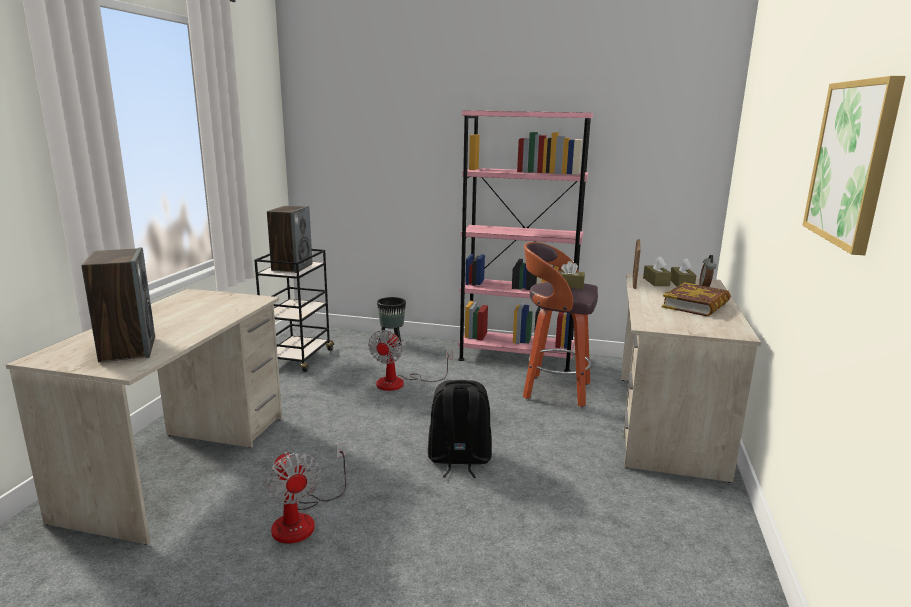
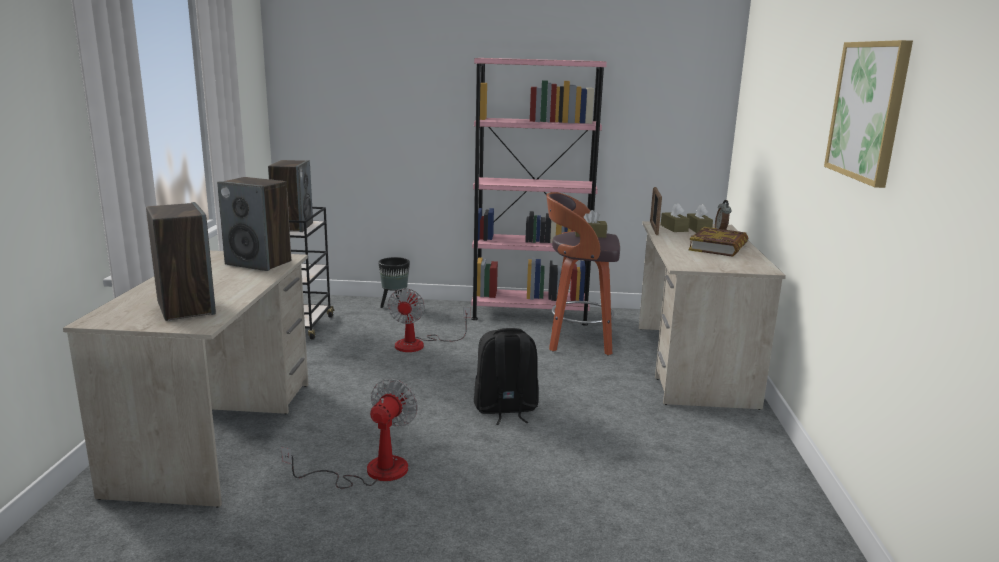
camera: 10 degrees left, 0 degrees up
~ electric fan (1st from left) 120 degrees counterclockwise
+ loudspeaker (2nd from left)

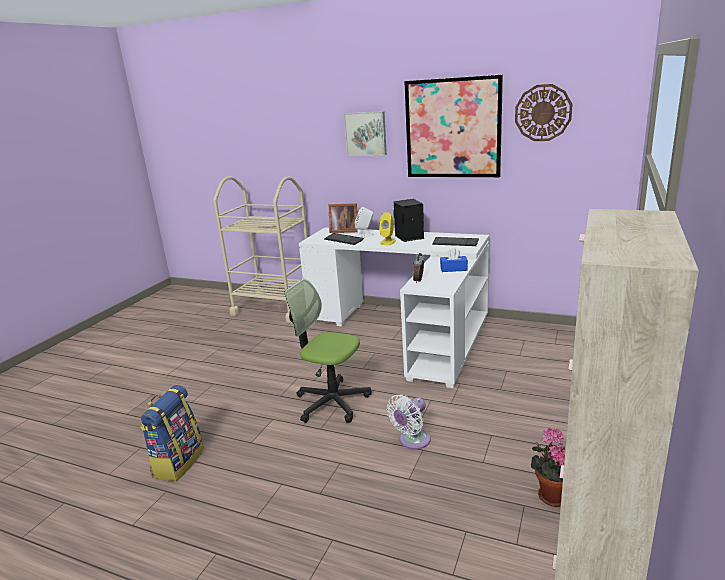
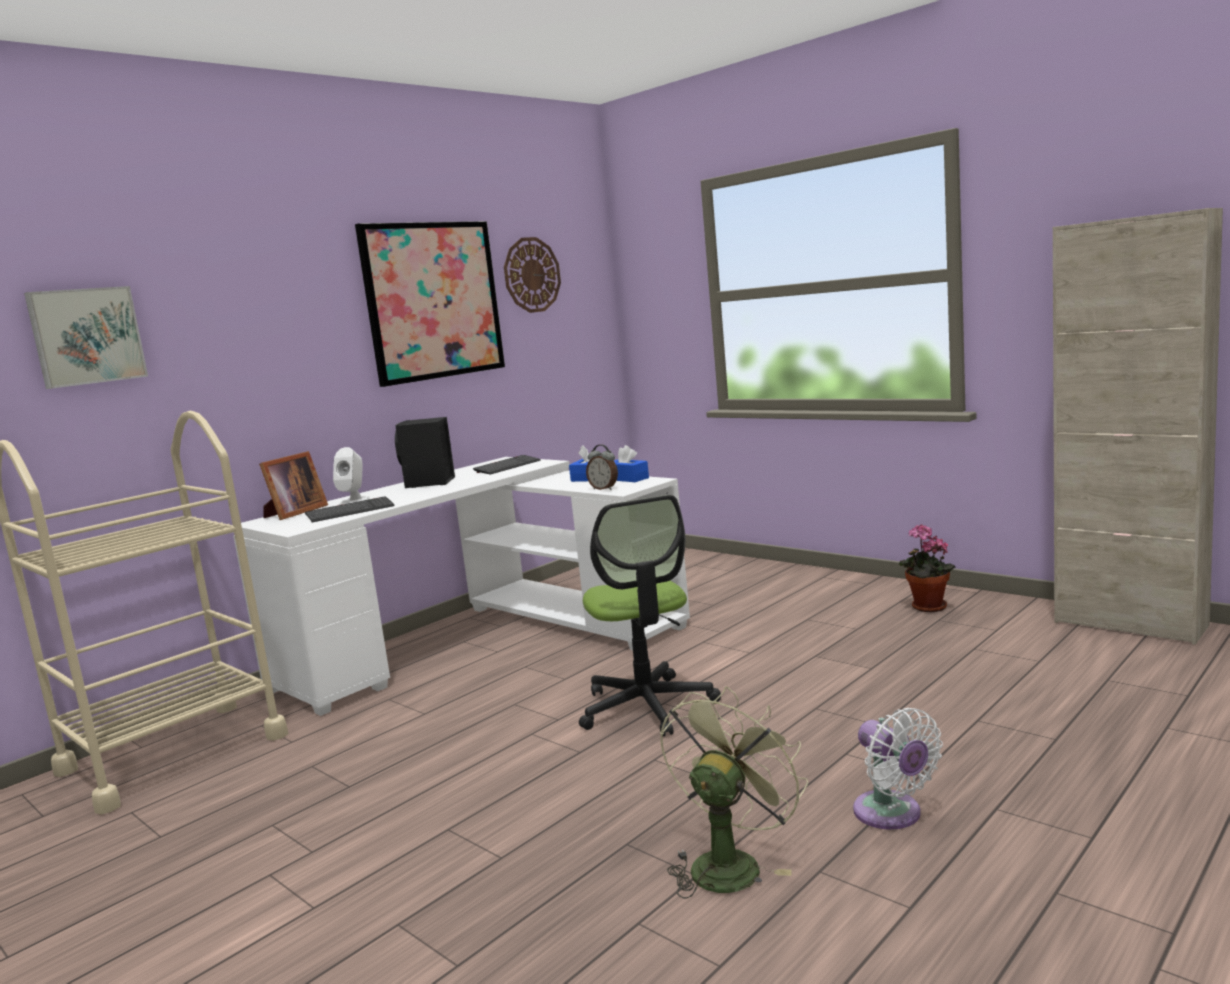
camera: 70 degrees left, 10 degrees down
~ backpack to green electric fan
~ desk chair 60 degrees counterclockwise
~ wall picture (1st from left)
- yellowish loudspeaker
~ whitish electric fan
+ blue-coloured box of tissues (2nd from left)

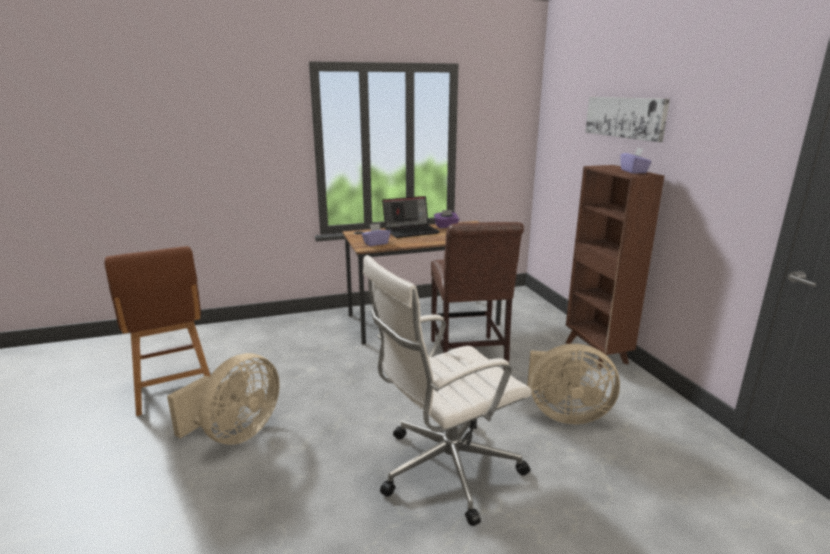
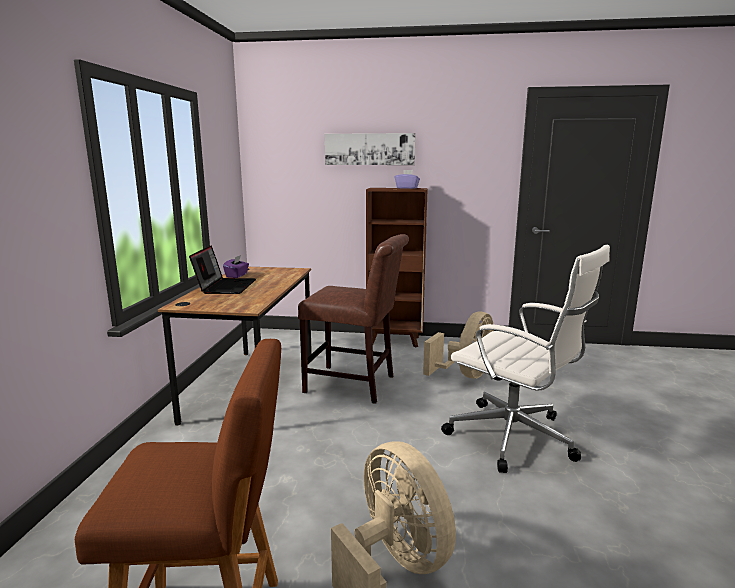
camera: 65 degrees left, 5 degrees down
- purplish box of tissues (1st from left)
~ whitish desk chair 45 degrees counterclockwise

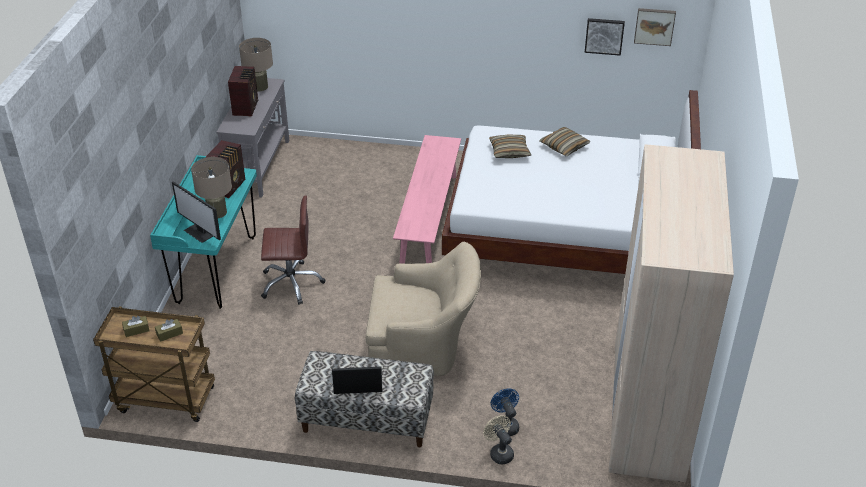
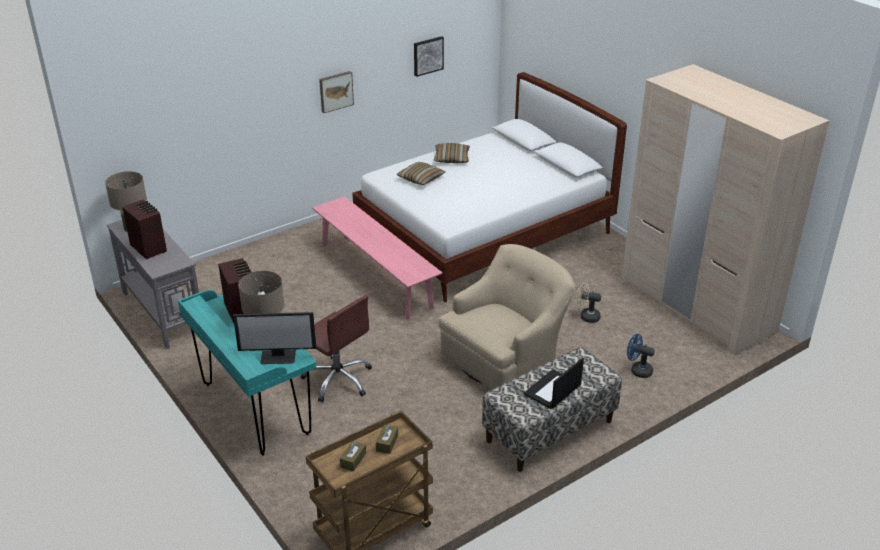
camera: 45 degrees left, 5 degrees down
~ brownish desk chair 90 degrees clockwise
~ beige-coloured electric fan
~ wall picture (2nd from left in the first image) to wall picture (1st from left)

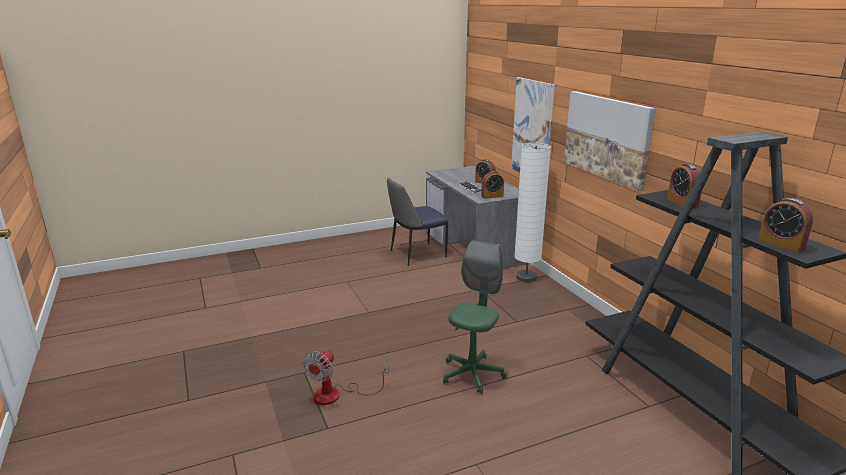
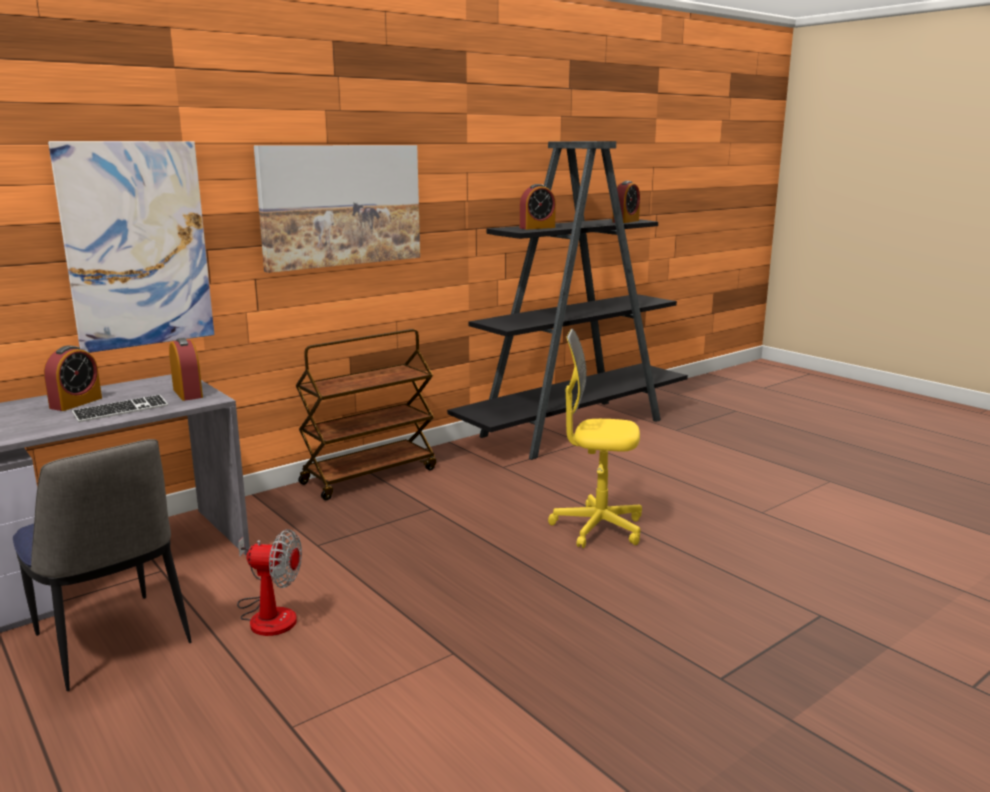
camera: 105 degrees left, 5 degrees down
~ electric fan
~ green desk chair to yellowish desk chair
- whitish standard lamp
+ brownish trolley

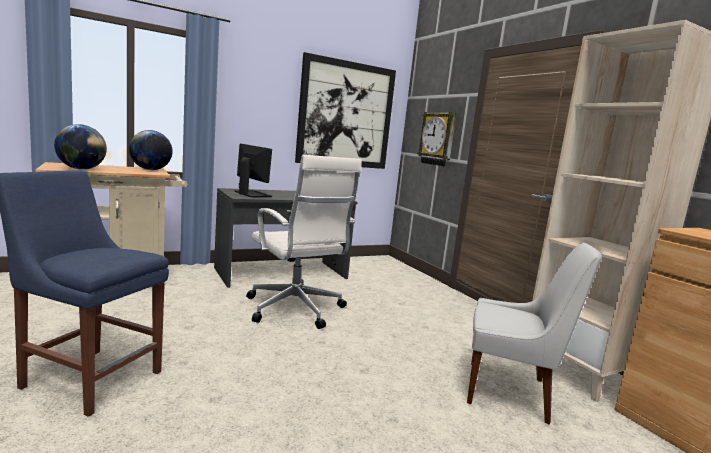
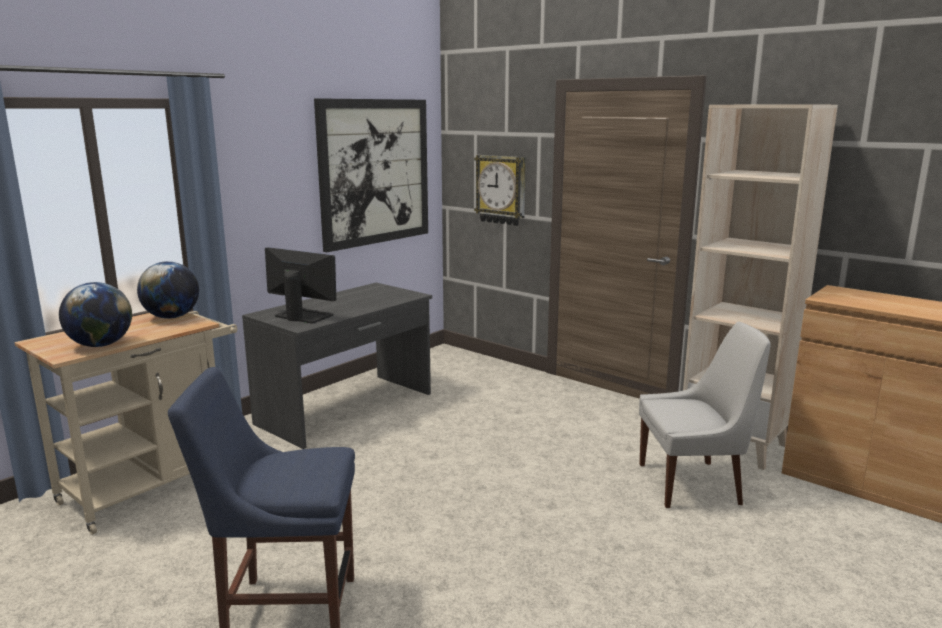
camera: 20 degrees left, 5 degrees up
- whitish desk chair

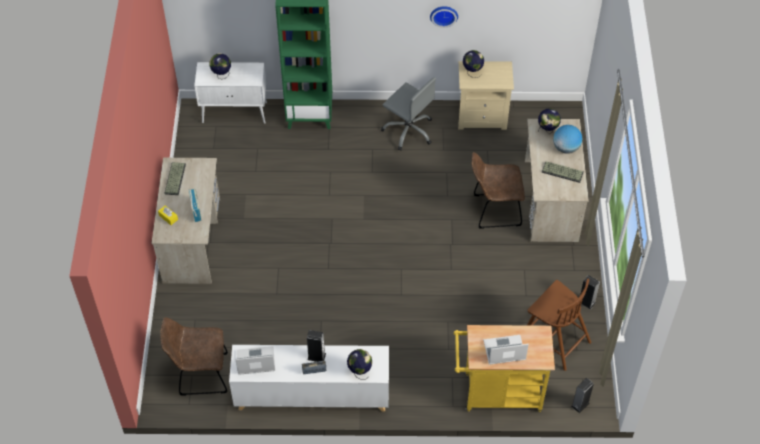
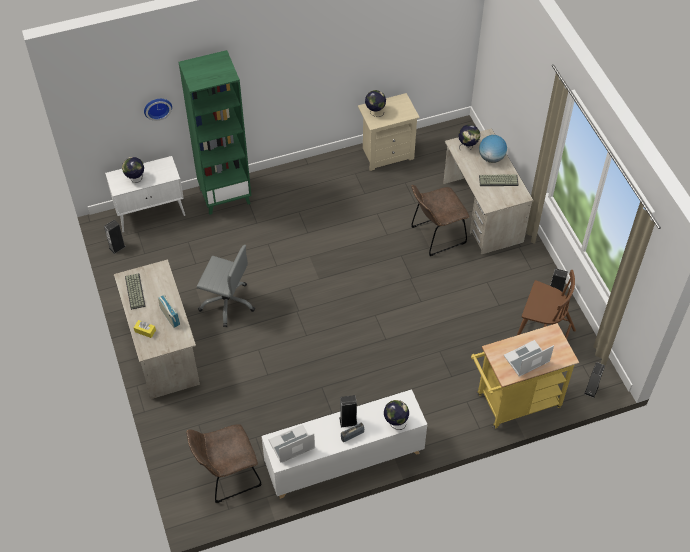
camera: 20 degrees left, 0 degrees up
~ greyish desk chair
~ wall clock
+ loudspeaker (1st from left)

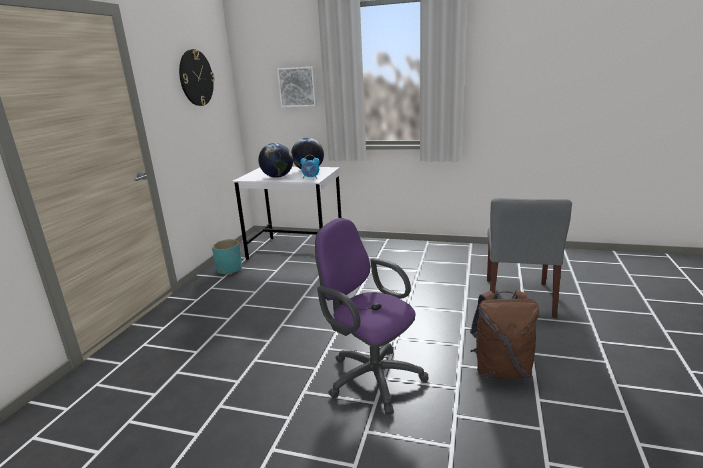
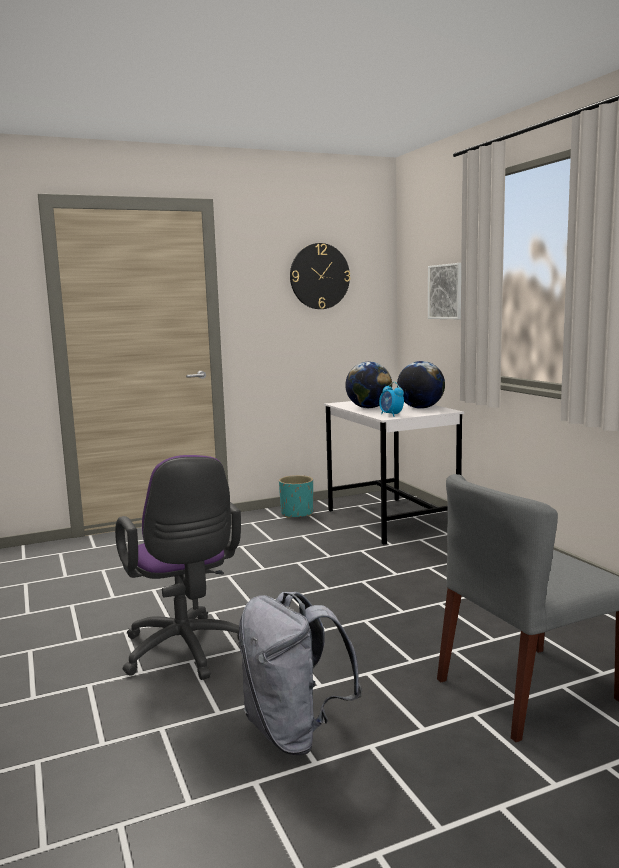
camera: 50 degrees right, 10 degrees down
~ purplish desk chair 150 degrees clockwise
~ brownish backpack to greyish backpack

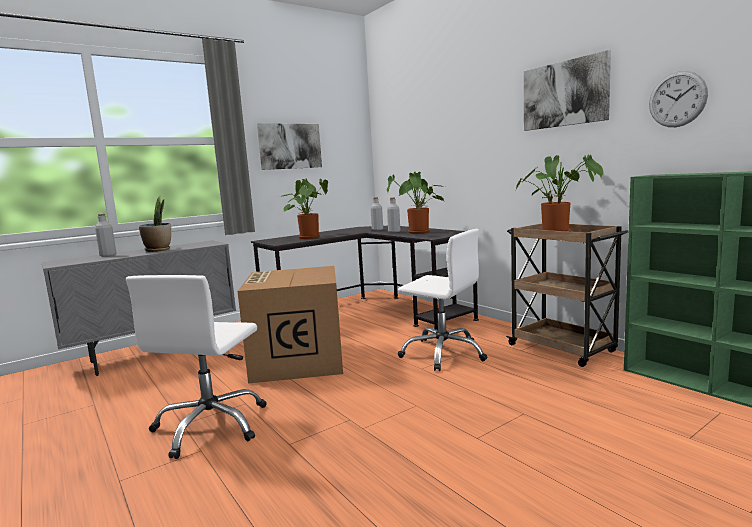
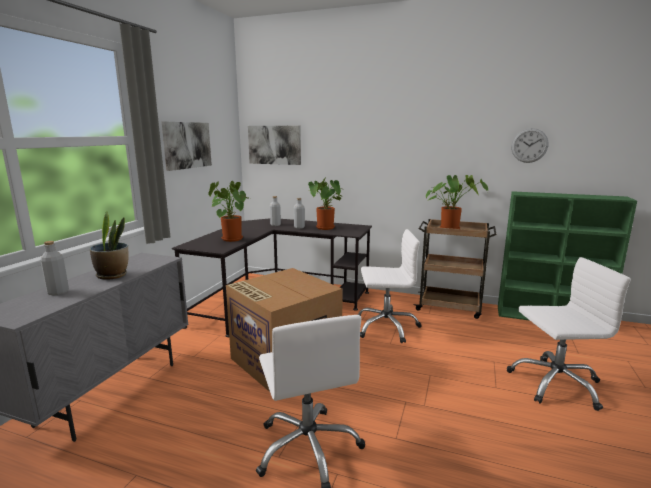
camera: 35 degrees left, 5 degrees up
~ wall picture (2nd from left)
+ whitish desk chair (3rd from left)

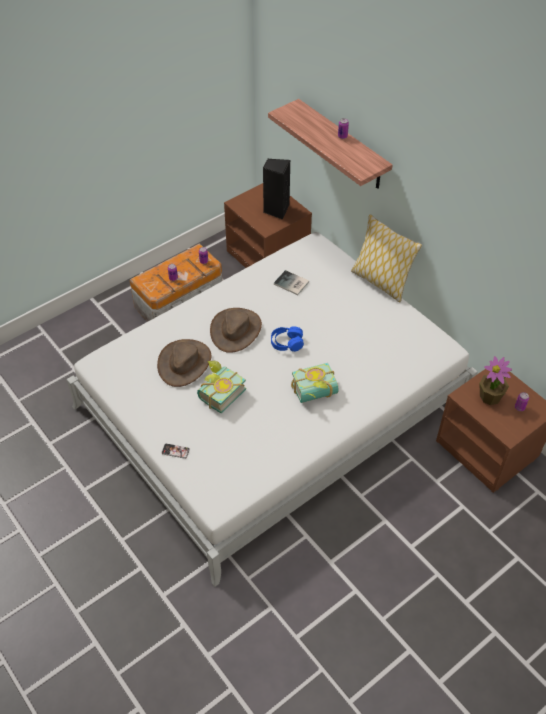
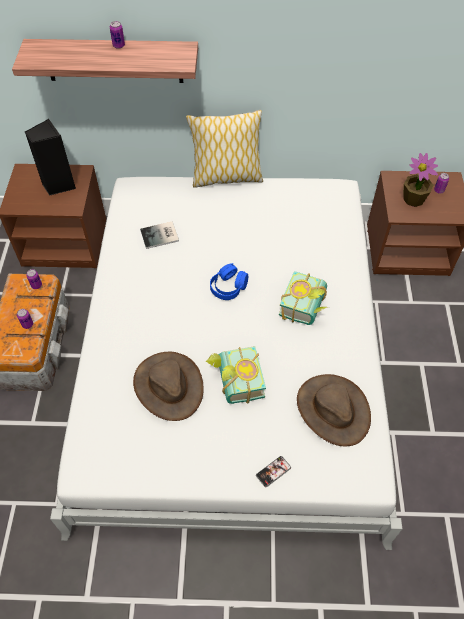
camera: 50 degrees left, 5 degrees up
~ brownish wearable hat (2nd from left)

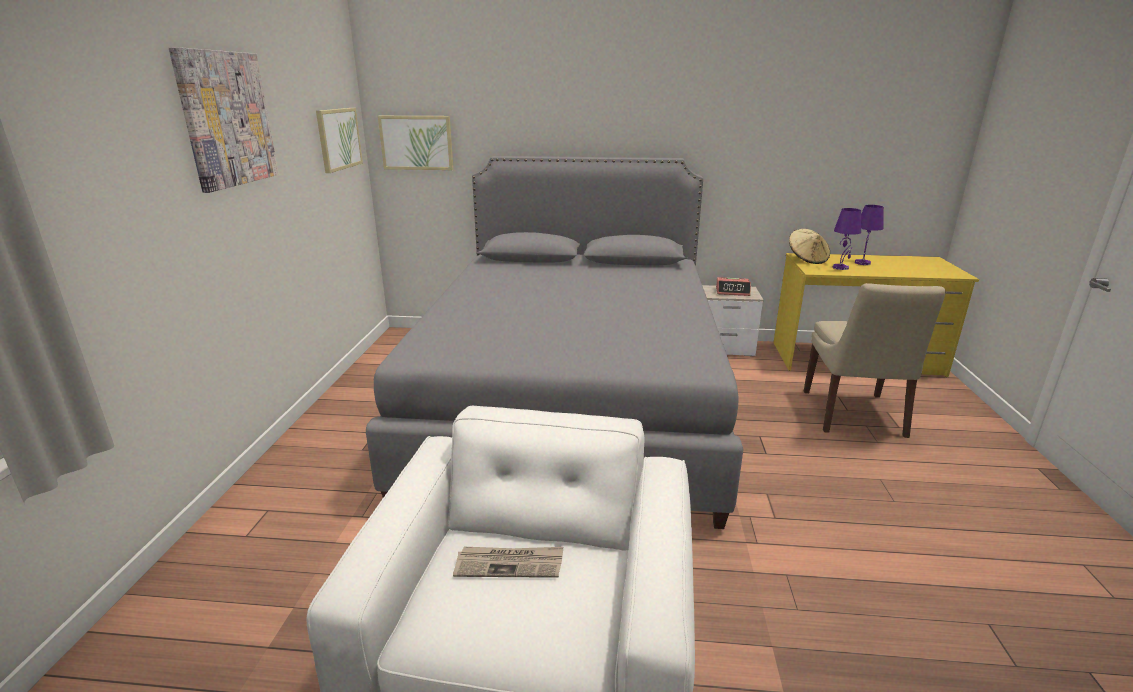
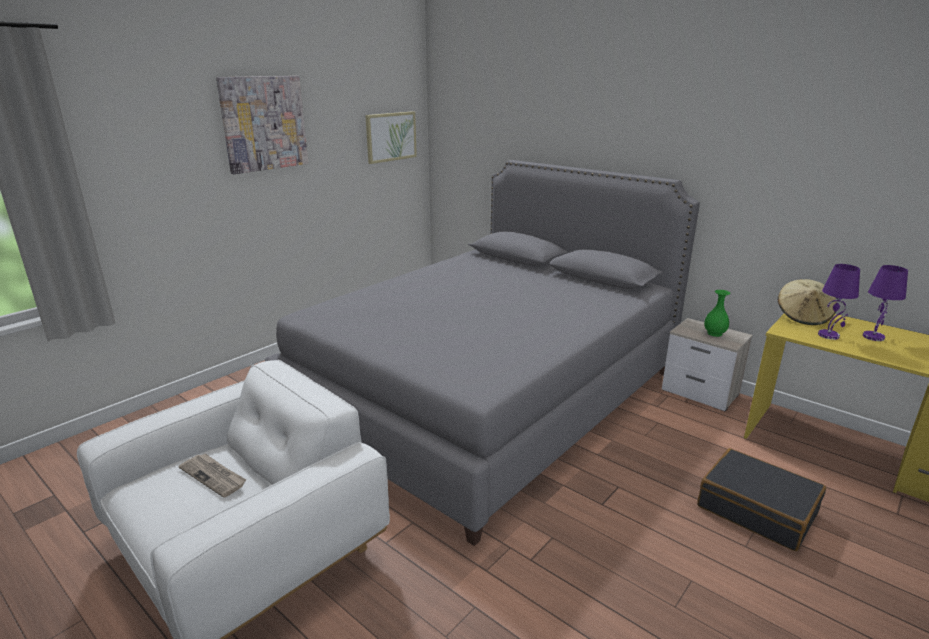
camera: 35 degrees right, 0 degrees up
- wall picture (3rd from left)
~ table clock to green flower vase
~ beige-coloured upright chair to black-coloured travel case

